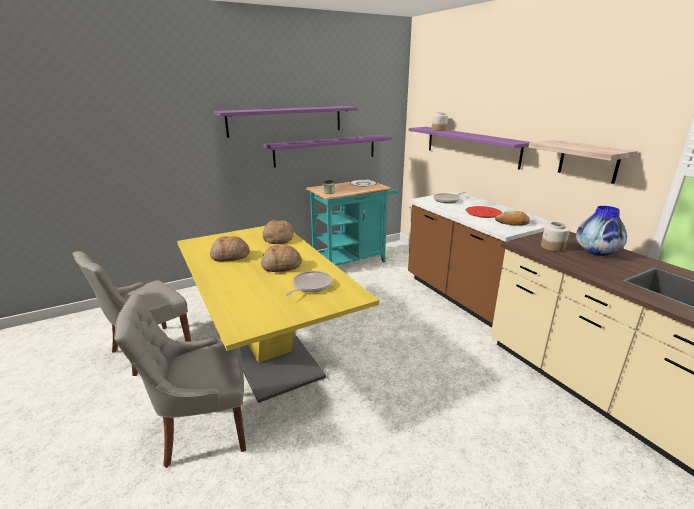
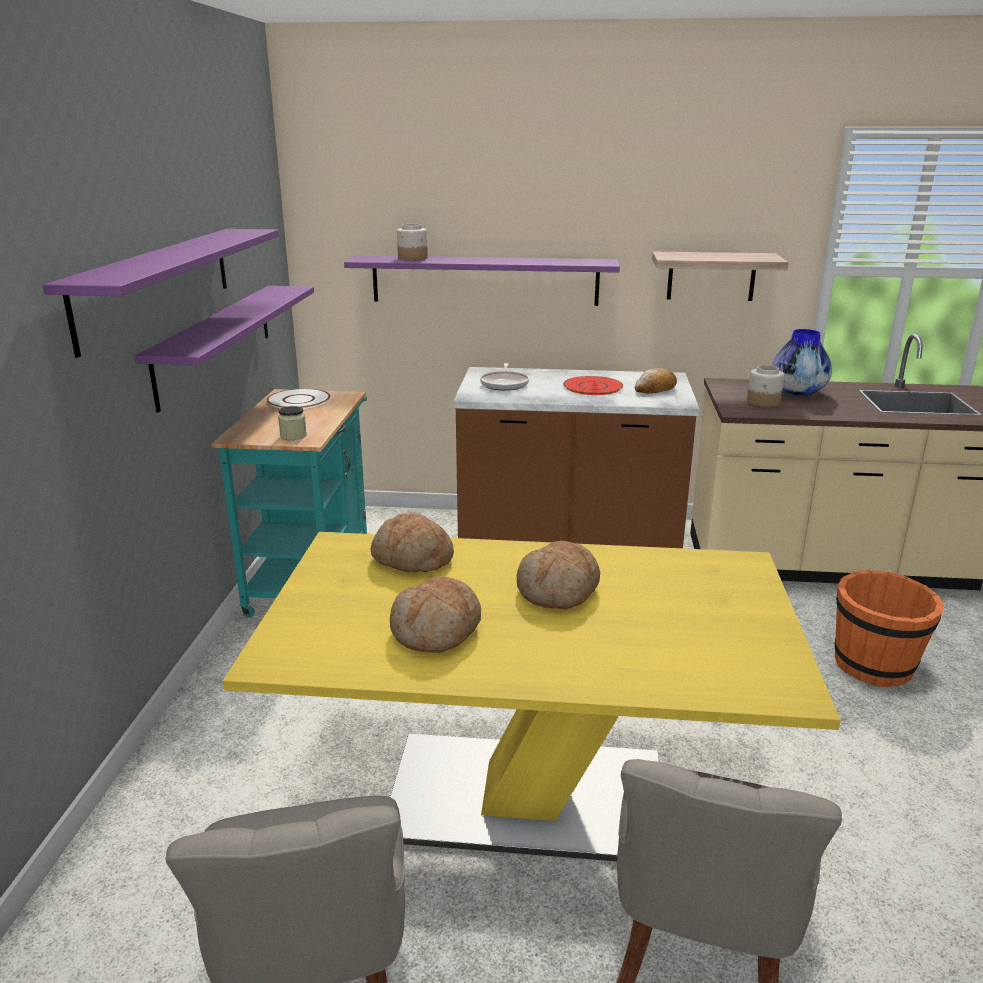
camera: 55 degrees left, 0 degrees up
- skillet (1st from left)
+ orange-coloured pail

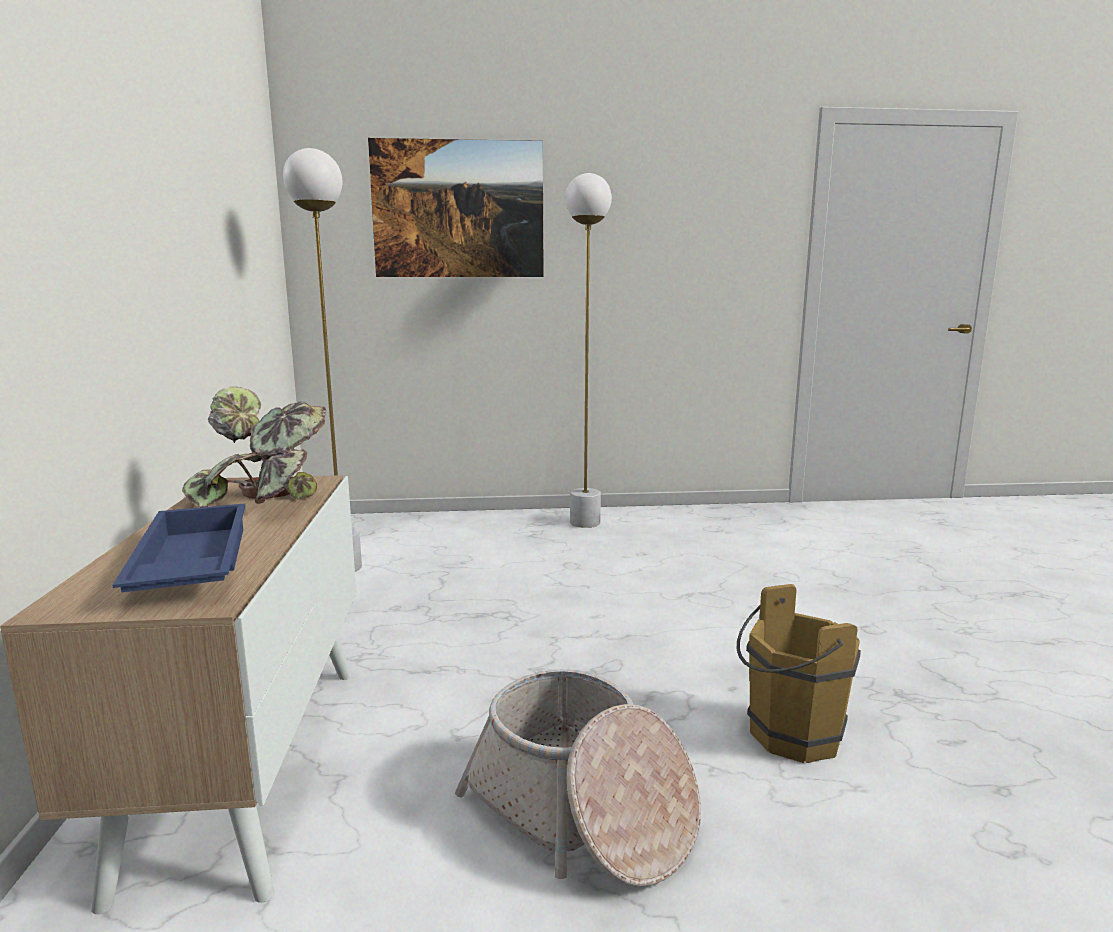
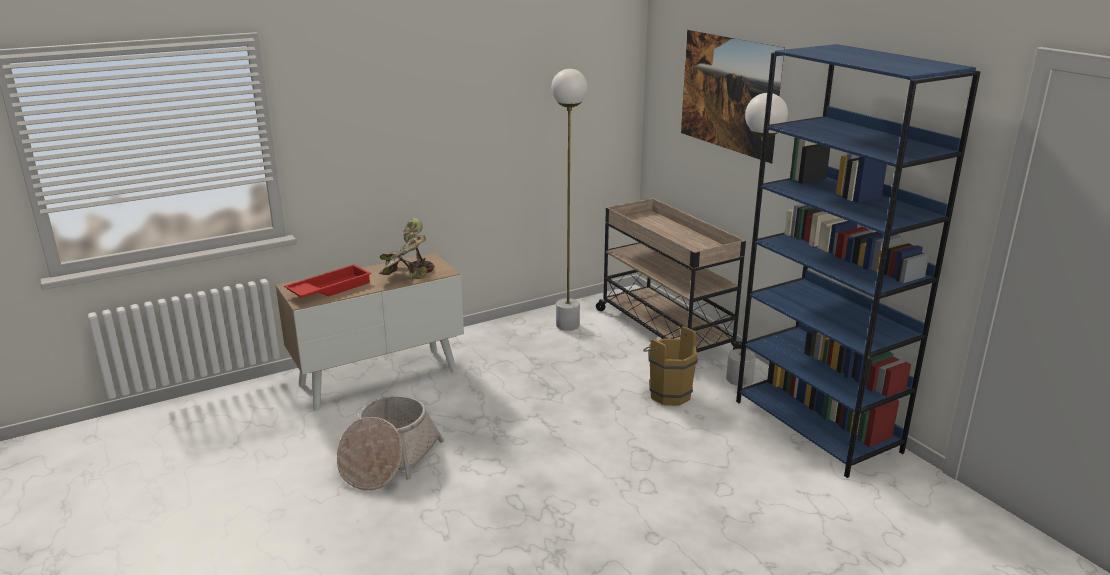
camera: 65 degrees right, 10 degrees up
~ blue-coloured carrying tray to reddish carrying tray
~ brownish pail
+ beige-coloured trolley
+ blue-coloured bookcase

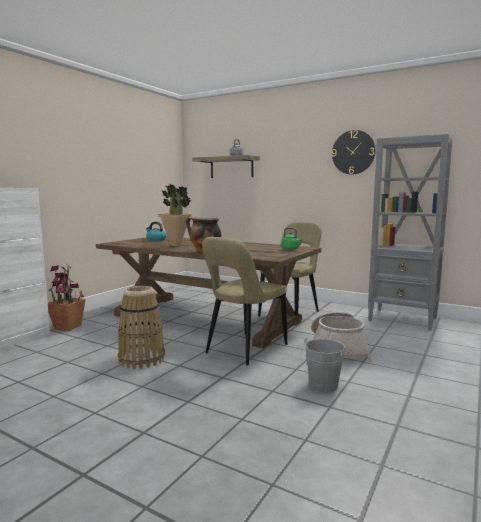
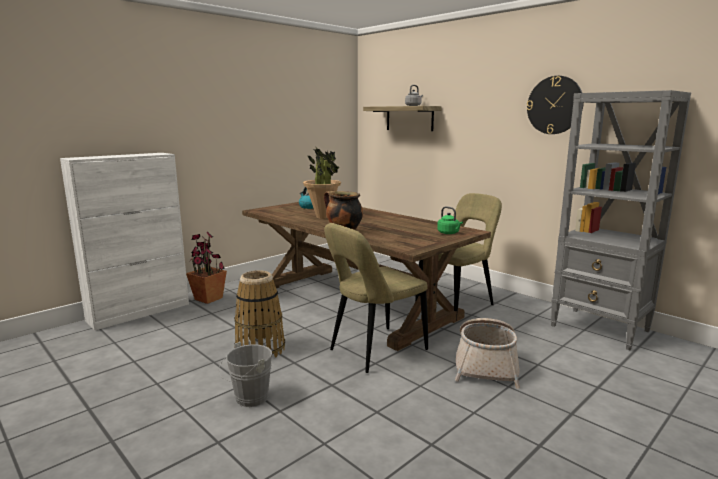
camera: 15 degrees right, 5 degrees up
~ greyish pail

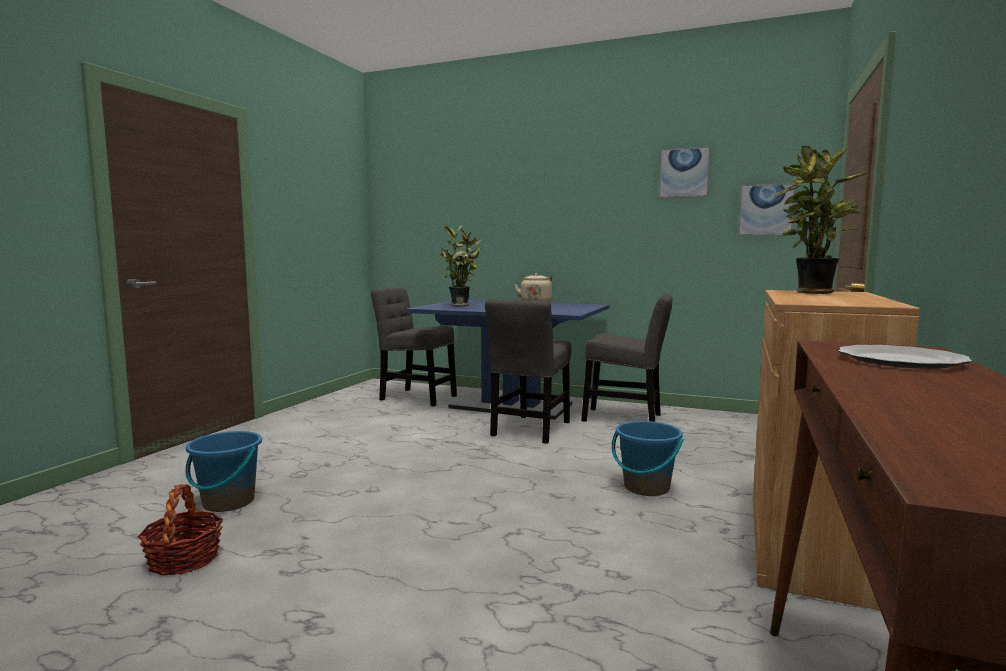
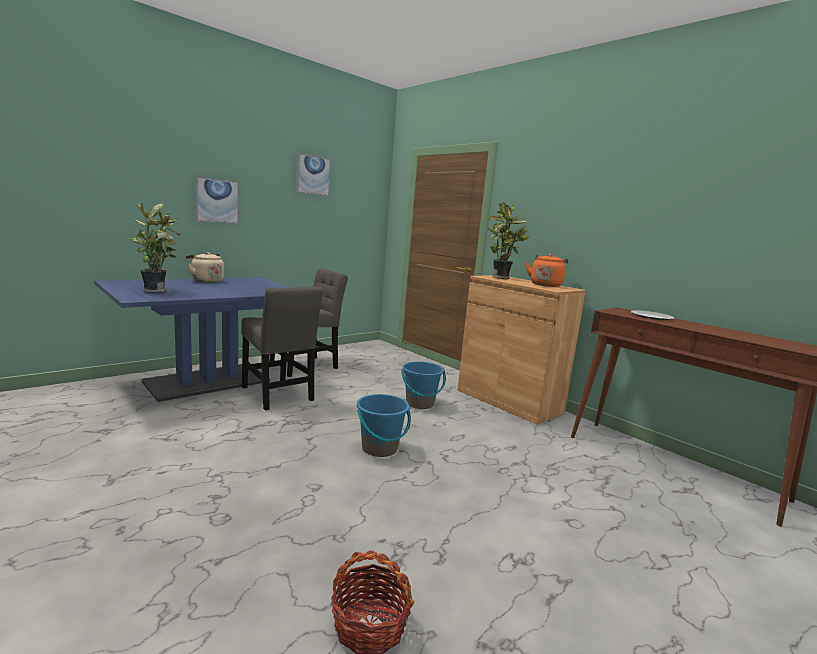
camera: 65 degrees left, 5 degrees up
~ blue-coloured pail (1st from left)
- greyish upright chair (1st from left)
~ wall picture (2nd from left in the first image) to wall picture (1st from left)
+ orange-coloured water kettle

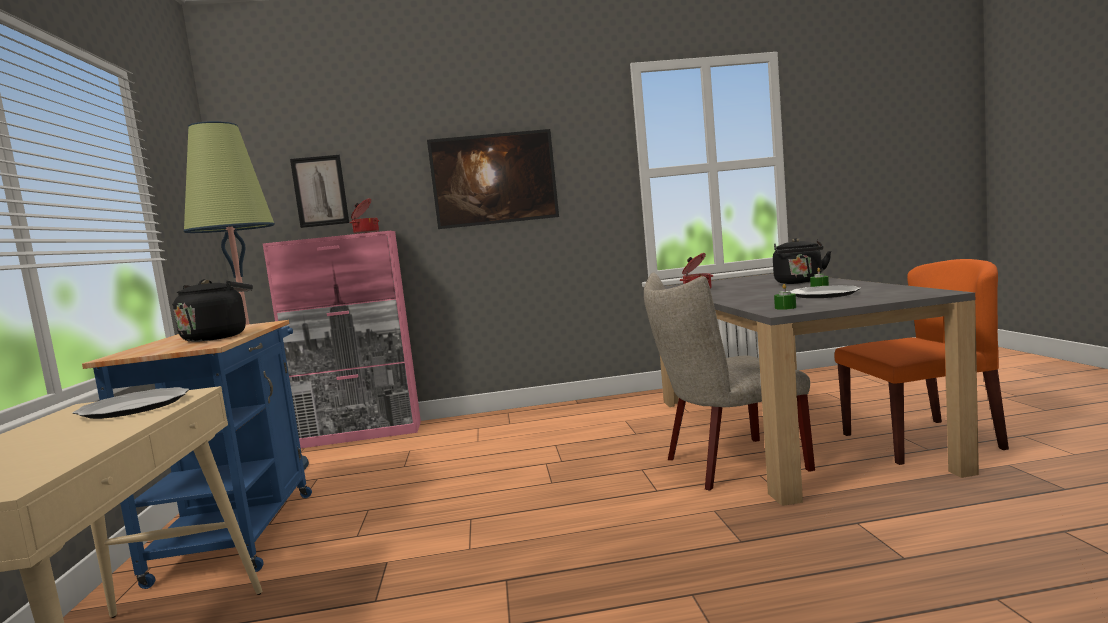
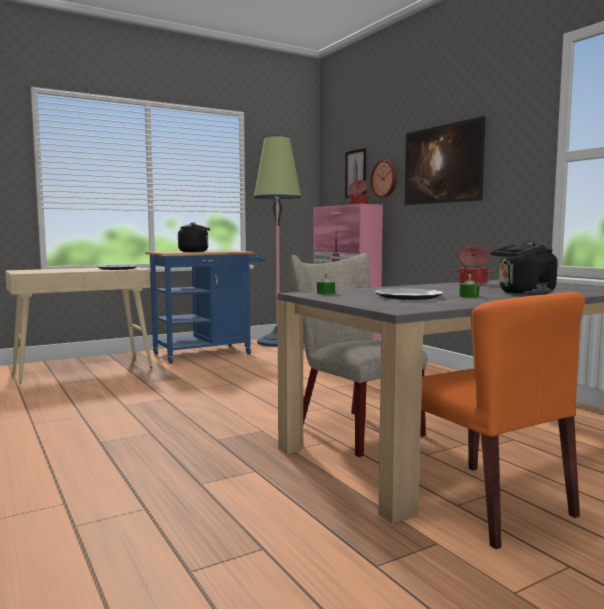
camera: 65 degrees right, 0 degrees up
+ wall clock

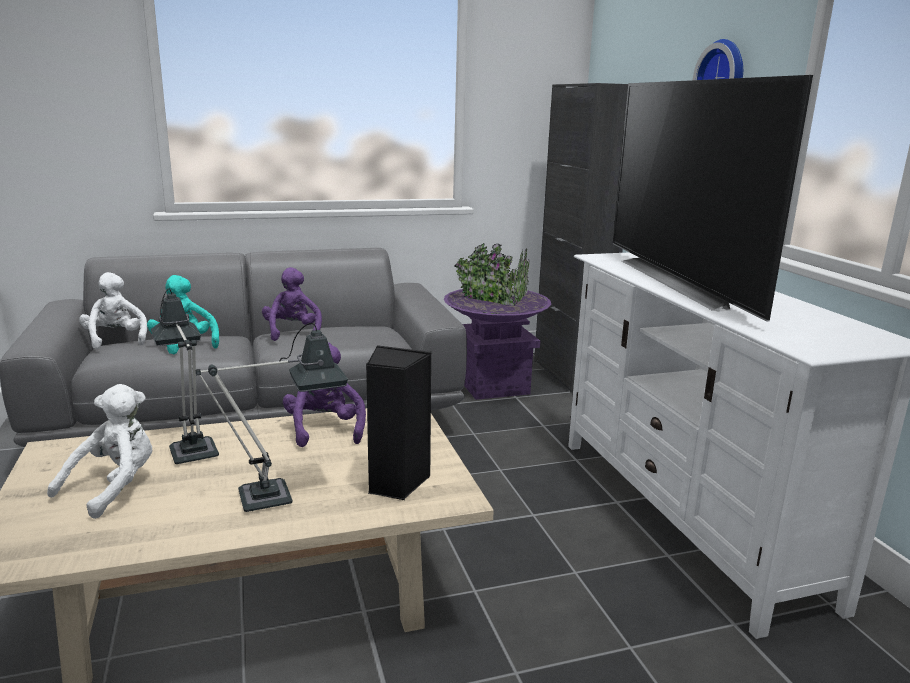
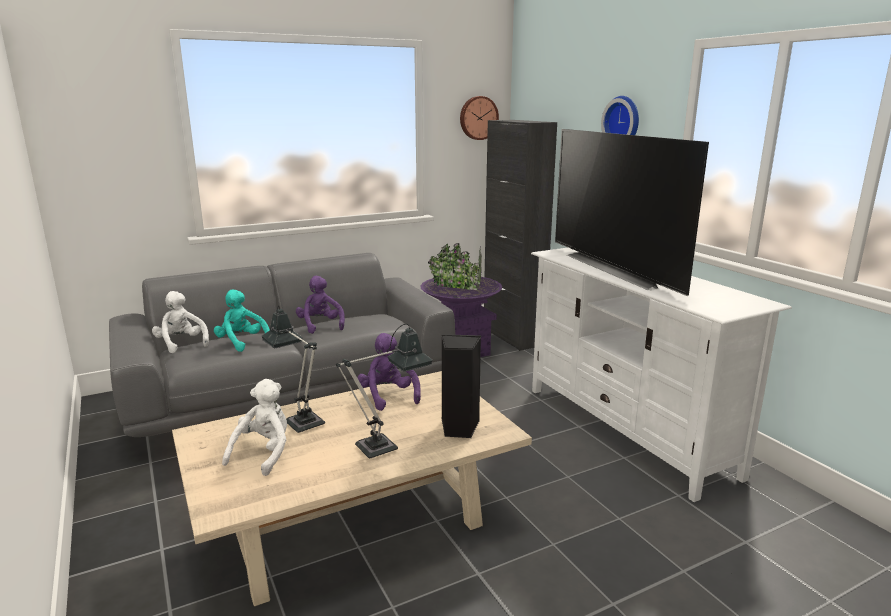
camera: 10 degrees left, 0 degrees up
+ wall clock (1st from left)

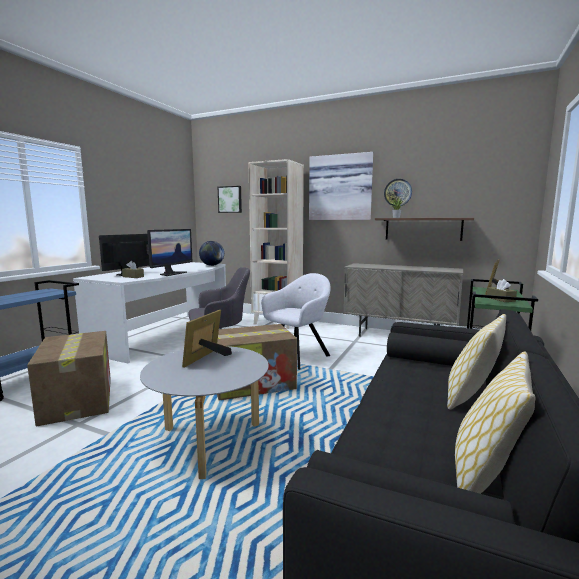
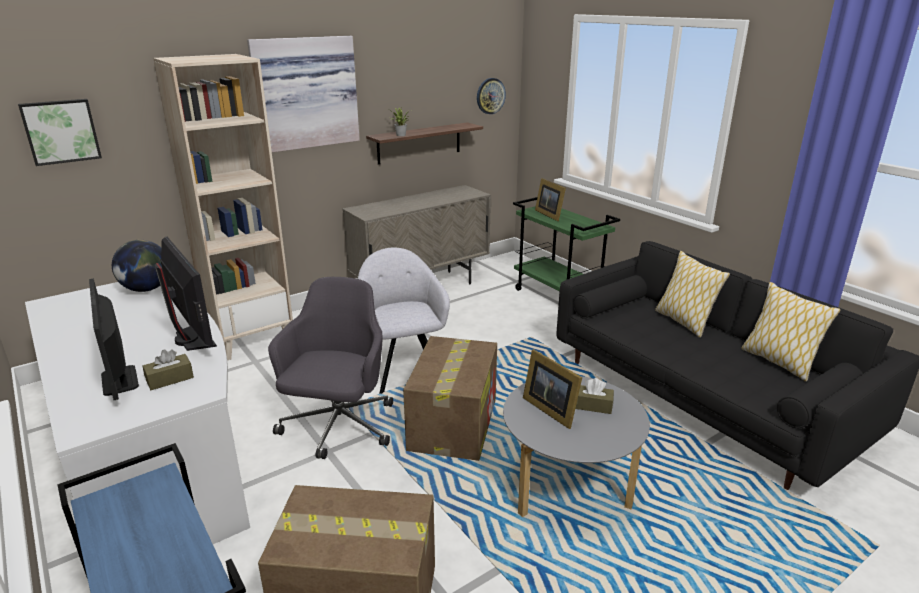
camera: 60 degrees left, 15 degrees up
~ wall clock
~ brownish box of tissues (2nd from left)

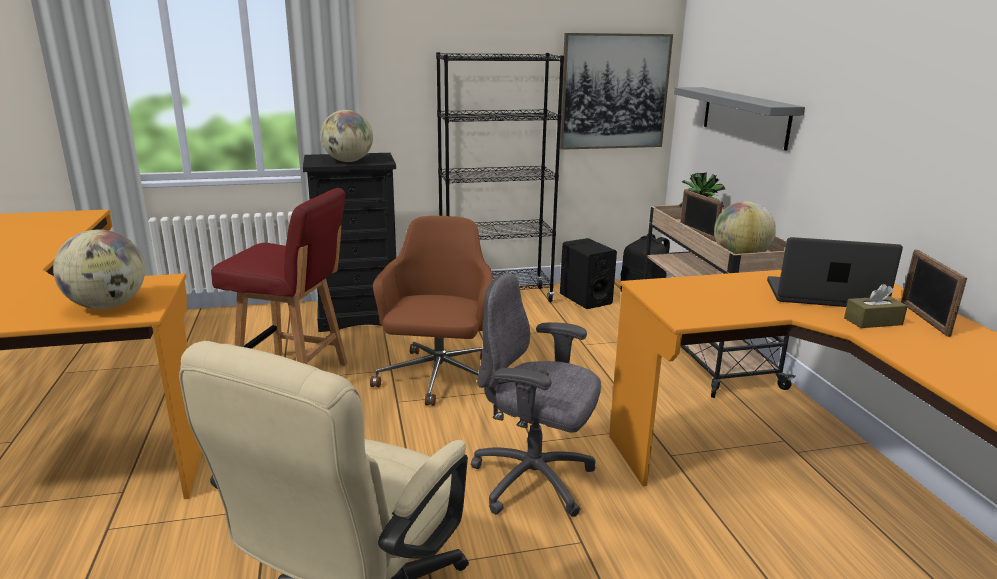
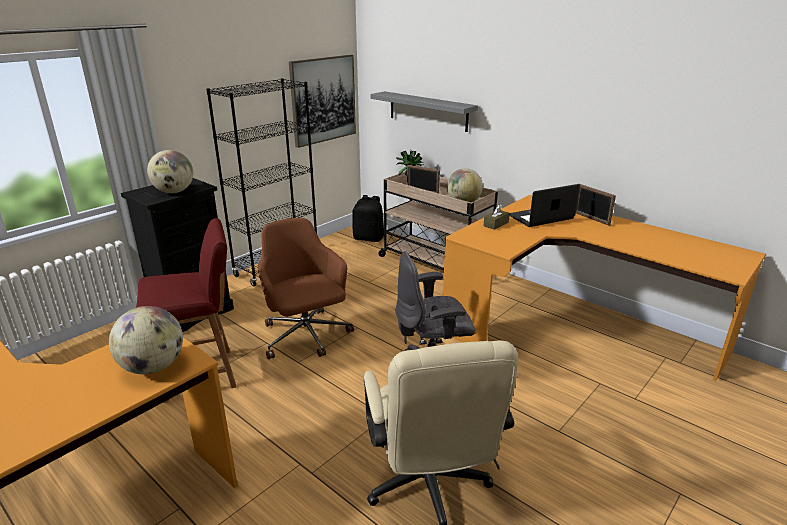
camera: 35 degrees left, 5 degrees up
- black-coloured loudspeaker
~ brownish box of tissues

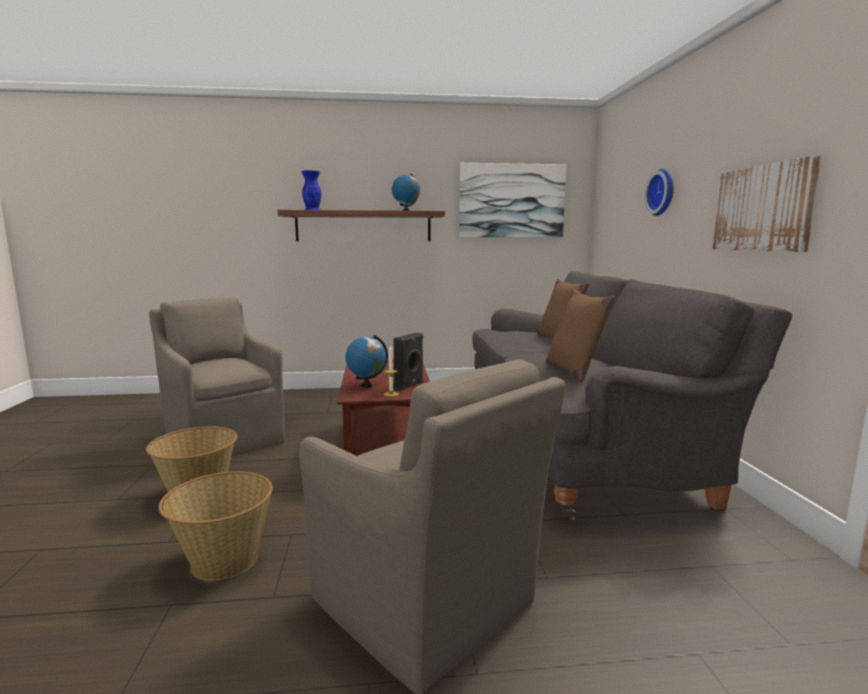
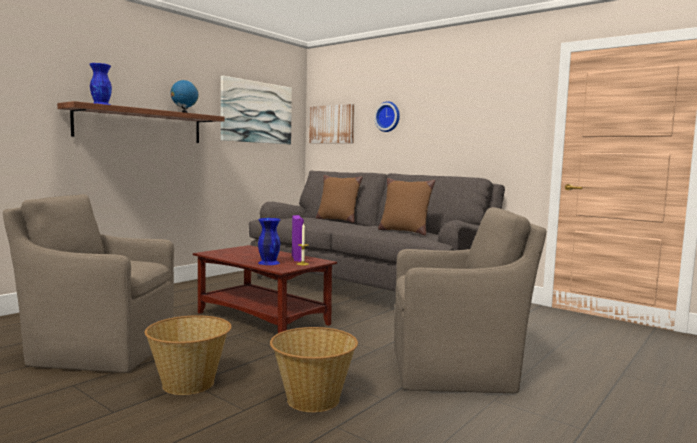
camera: 45 degrees left, 5 degrees down
~ desk globe (1st from left) to blue-coloured flower vase (2nd from left)
~ black-coloured loudspeaker to purplish loudspeaker
~ wall picture (2nd from left)

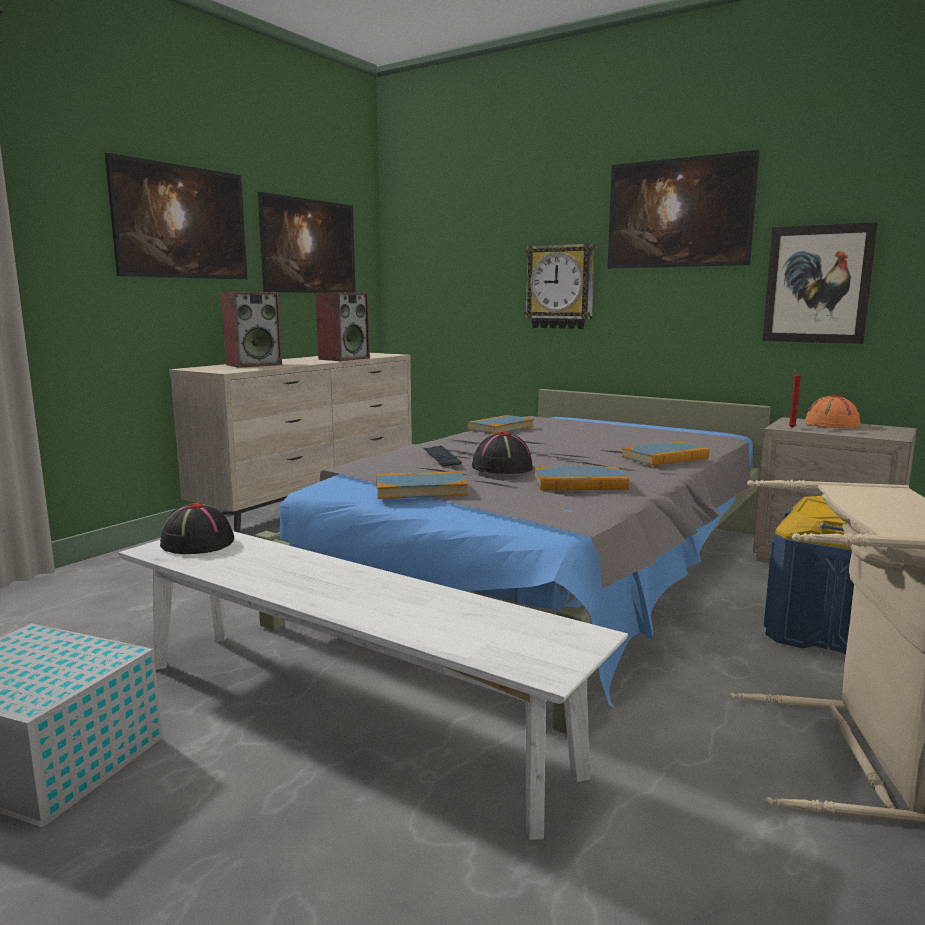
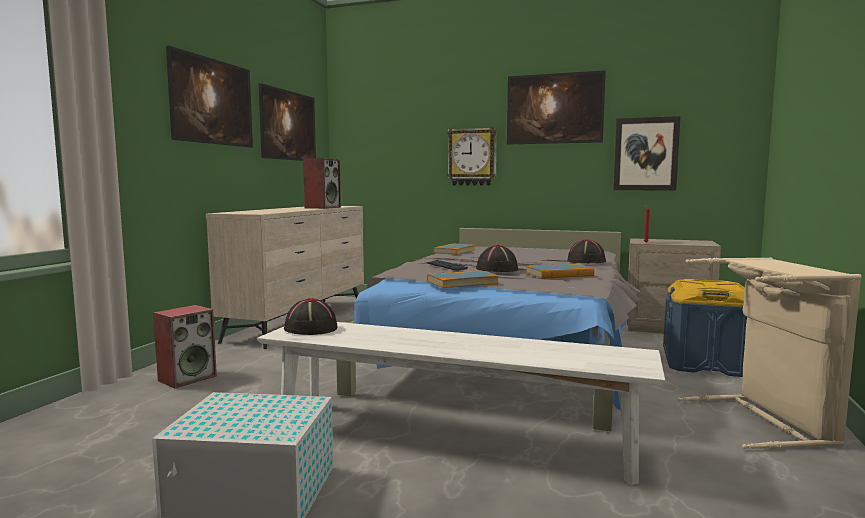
camera: 15 degrees left, 5 degrees down
~ loudspeaker (1st from left)
~ bound book (4th from left) to black-coloured wearable hat (3rd from left)
- orange-coloured wearable hat

